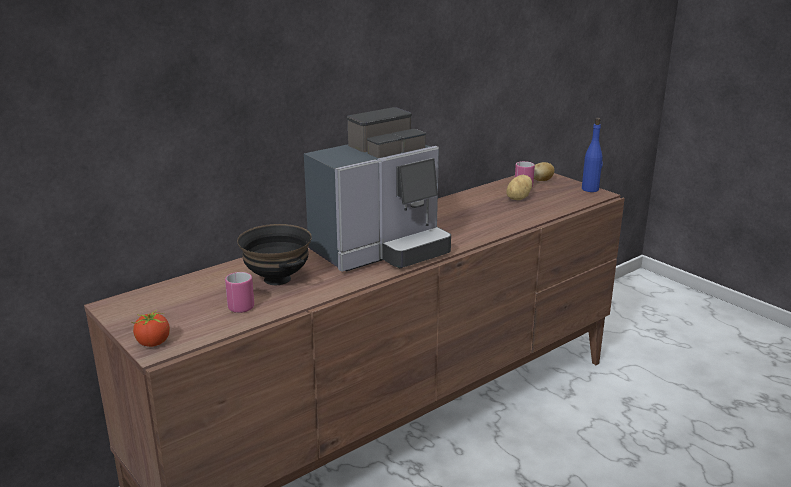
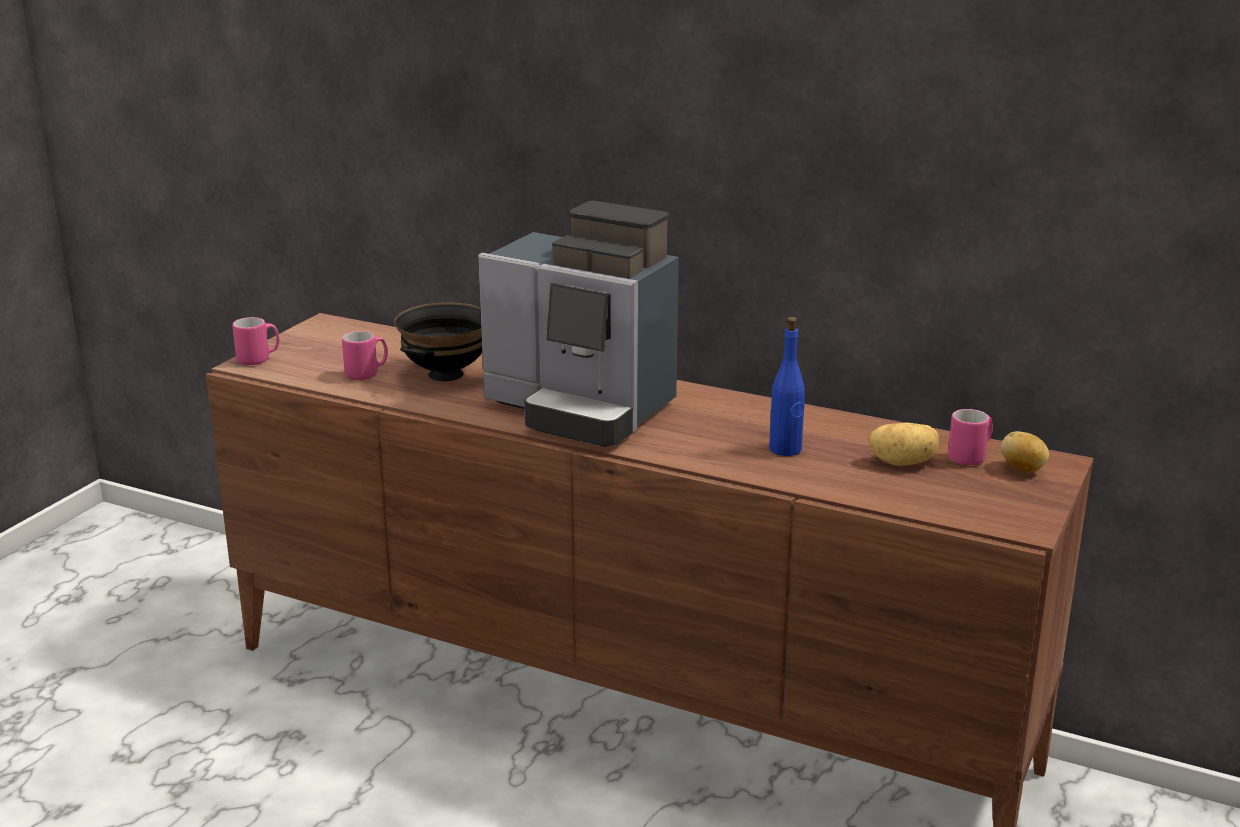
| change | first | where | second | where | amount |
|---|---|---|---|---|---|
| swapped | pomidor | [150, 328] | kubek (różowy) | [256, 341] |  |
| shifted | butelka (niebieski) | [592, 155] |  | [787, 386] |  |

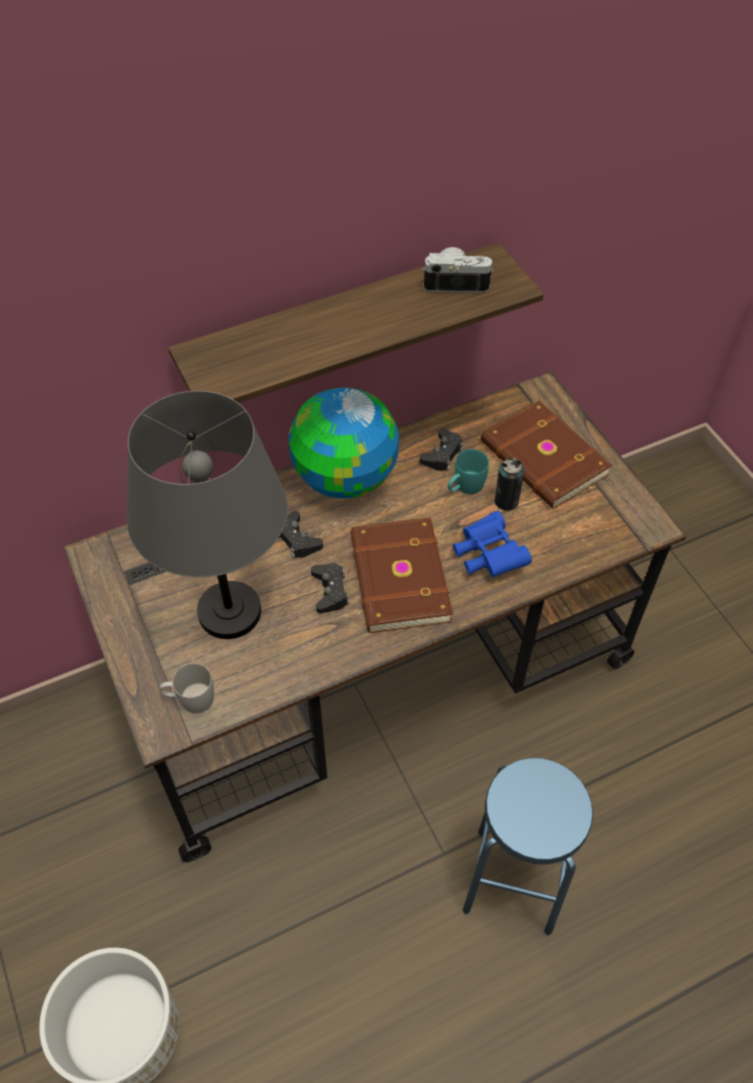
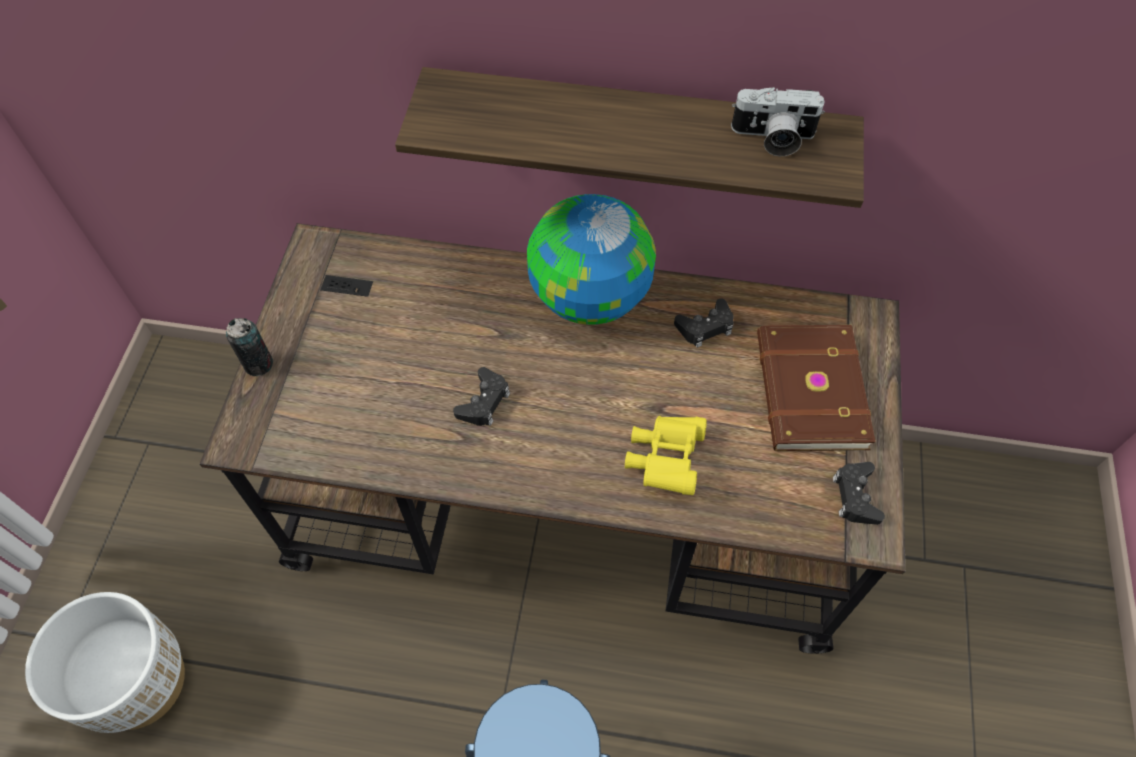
| change | first | where | second | where | amount |
|---|---|---|---|---|---|
| gone | lampa stołowa (szary) | [207, 515] |  |  |  |
| gone | kubek (biały) | [187, 688] |  |  |  |
| shifted | pad do gier (czarny) | [300, 535] |  | [859, 493] |  |
| gone | książka (brązowy) | [402, 575] |  |  |  |
| rotated | aparat fotograficzny | [458, 270] |  | [778, 121] | 150 degrees clockwise |
| gone | kubek (turkusowy) | [468, 471] |  |  |  |
| repainted | lornetka (niebieski) | [492, 544] | lornetka (żółty) | [666, 455] |  |
| shifted | puszka | [509, 484] |  | [249, 347] |  |

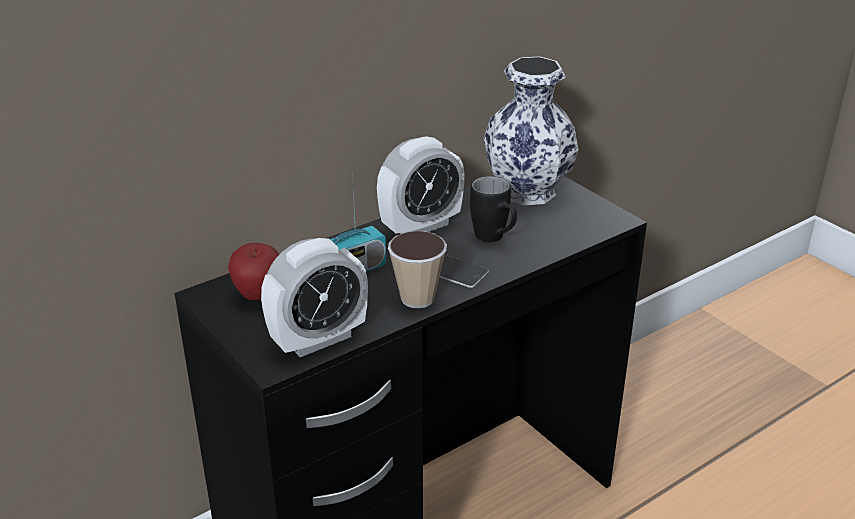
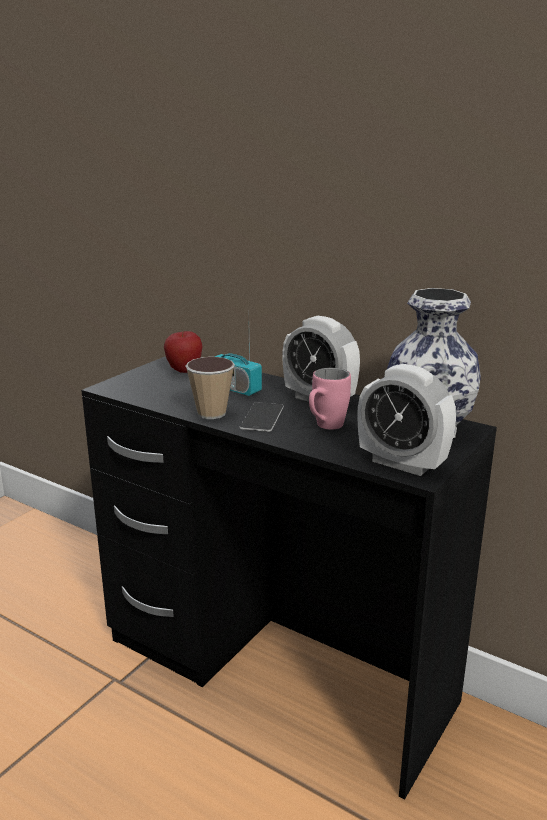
| change | first | where | second | where | amount |
|---|---|---|---|---|---|
| shifted | budzik | [314, 297] |  | [406, 420] |  |
| repainted | kubek (czarny) | [493, 209] | kubek (różowy) | [330, 399] |  |

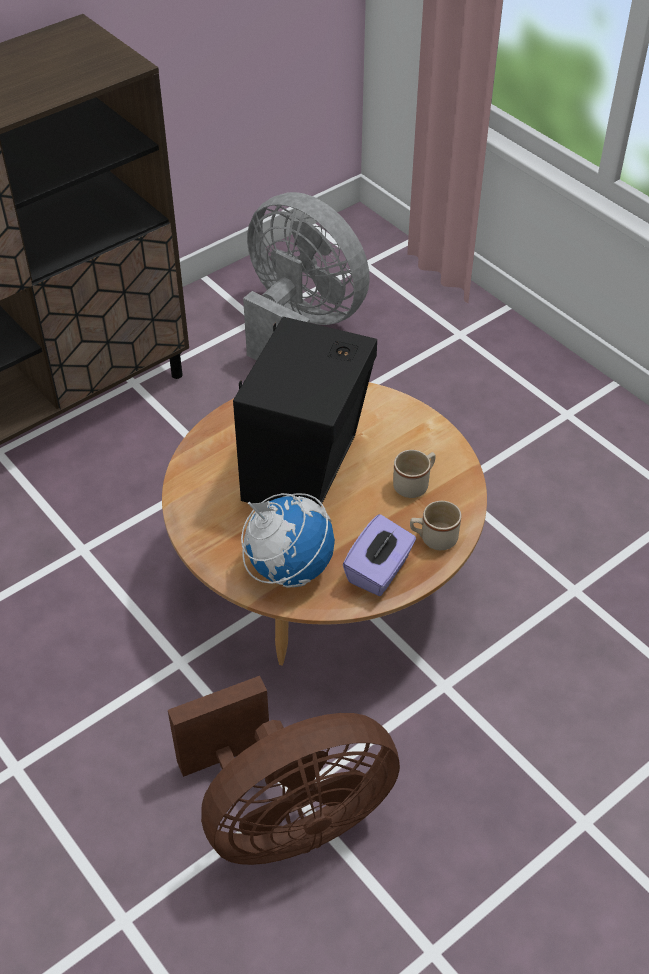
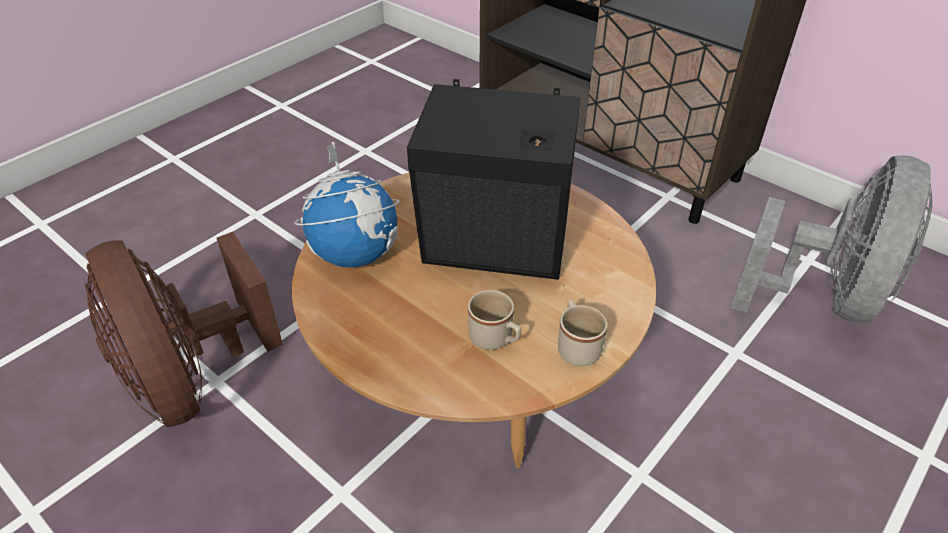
| change | first | where | second | where | amount |
|---|---|---|---|---|---|
| gone | pudełko chusteczek (fioletowy) | [379, 555] |  |  |  |
| shifted | kubek (beżowy) | [436, 525] |  | [582, 333] |  |

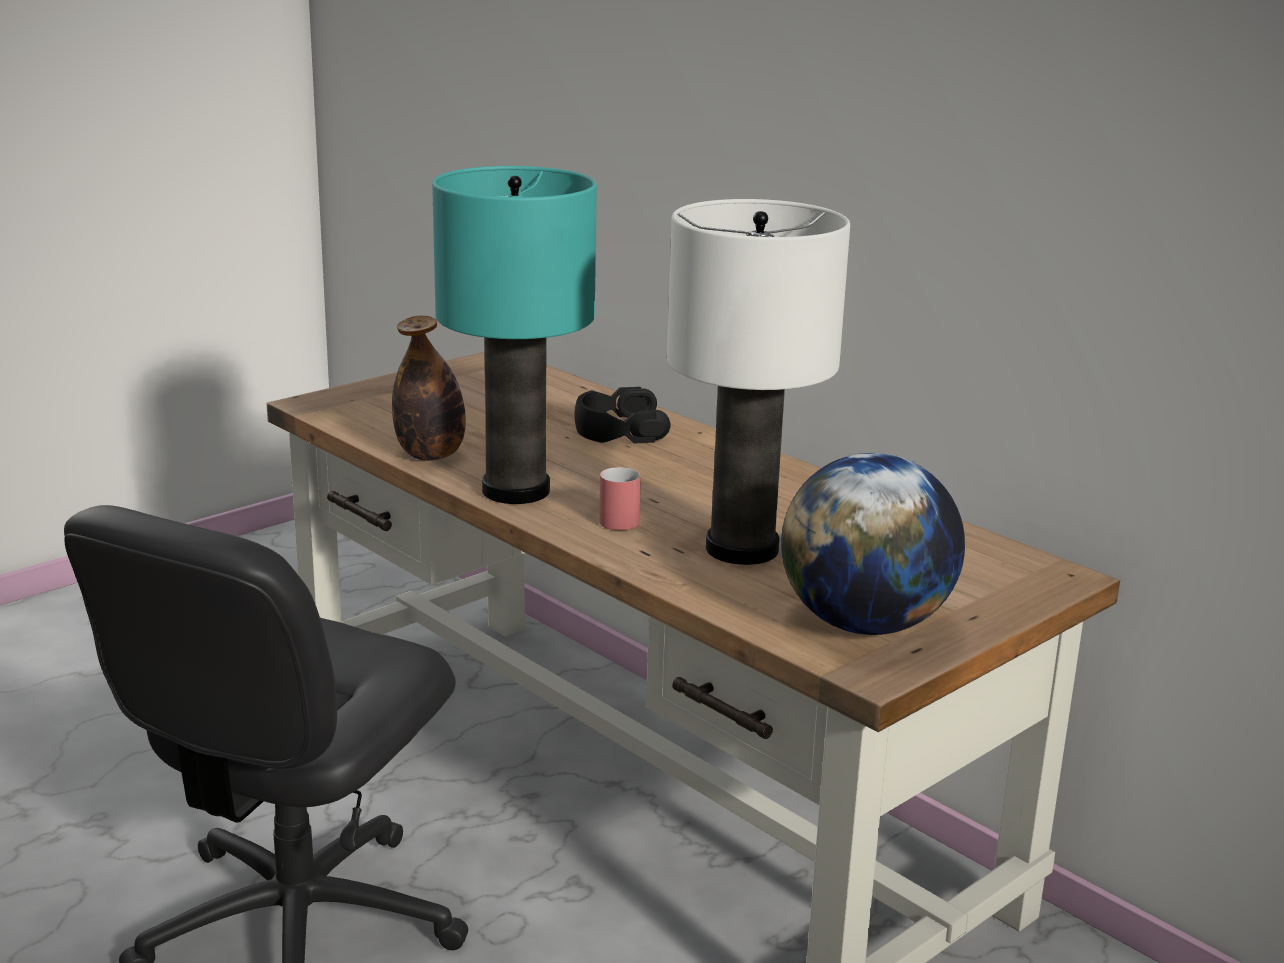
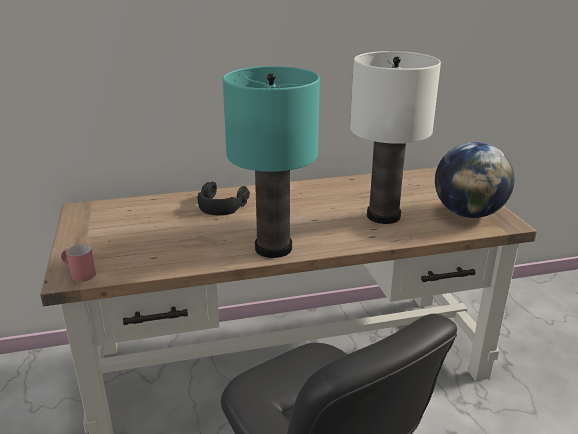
| change | first | where | second | where | amount |
|---|---|---|---|---|---|
| gone | butelka | [429, 388] |  |  |  |
| shifted | kubek (czerwony) | [620, 498] |  | [78, 263] |  |

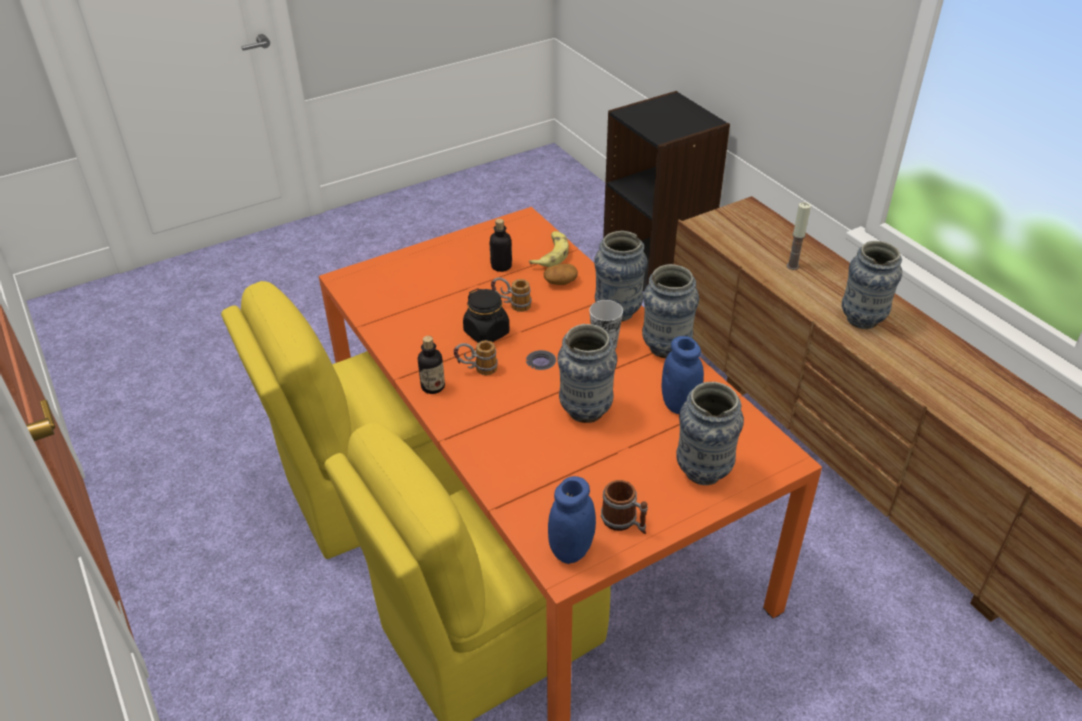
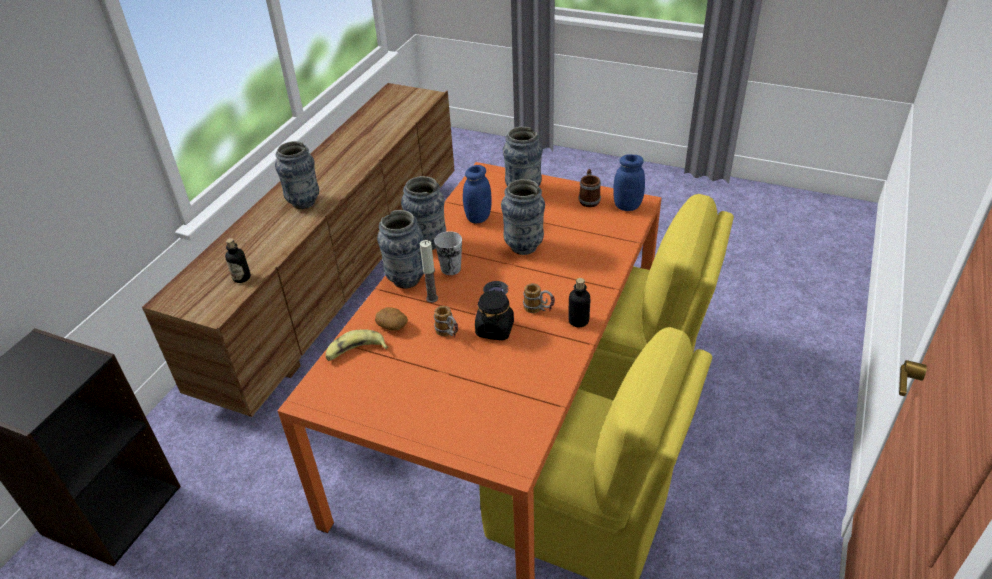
| change | first | where | second | where | amount |
|---|---|---|---|---|---|
| shifted | butelka | [500, 245] |  | [238, 260] |  |
| shifted | świeca | [799, 236] |  | [429, 271] |  |

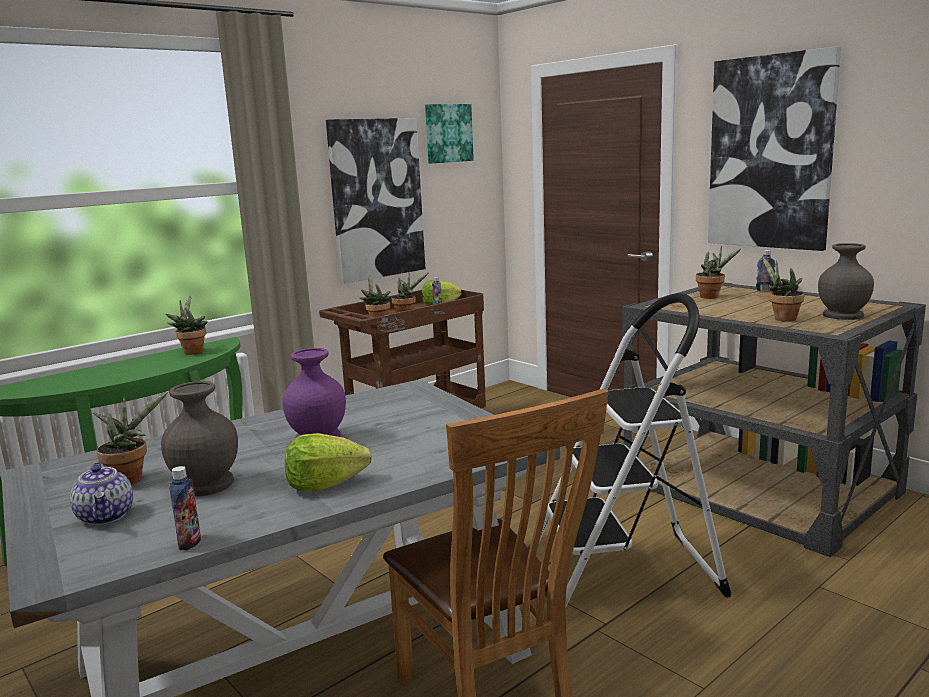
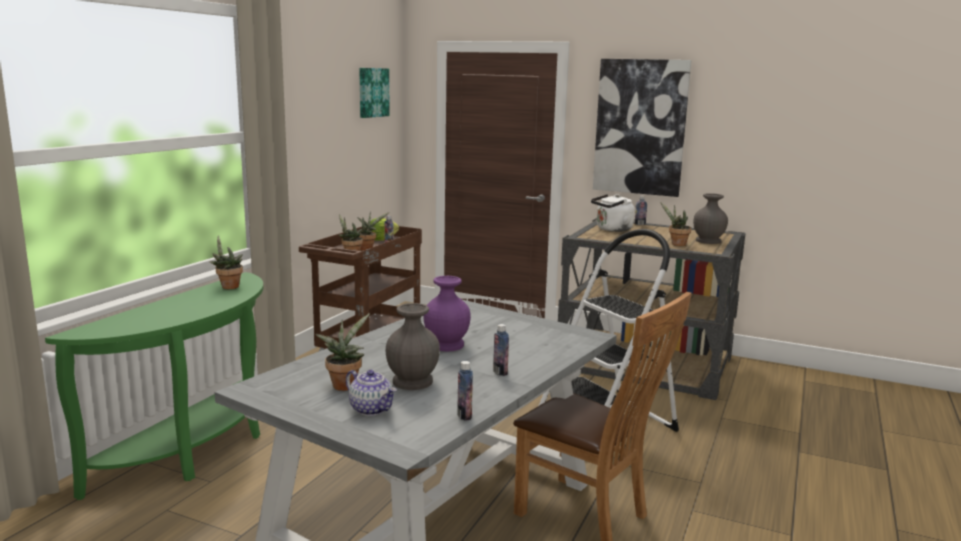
| change | first | where | second | where | amount |
|---|---|---|---|---|---|
| swapped | sałata | [328, 462] | butelka | [501, 350] |  |
| gone | obraz | [375, 201] |  |  |  |
| swapped | roślina doniczkowa | [718, 272] | czajnik (biały) | [612, 213] |  |

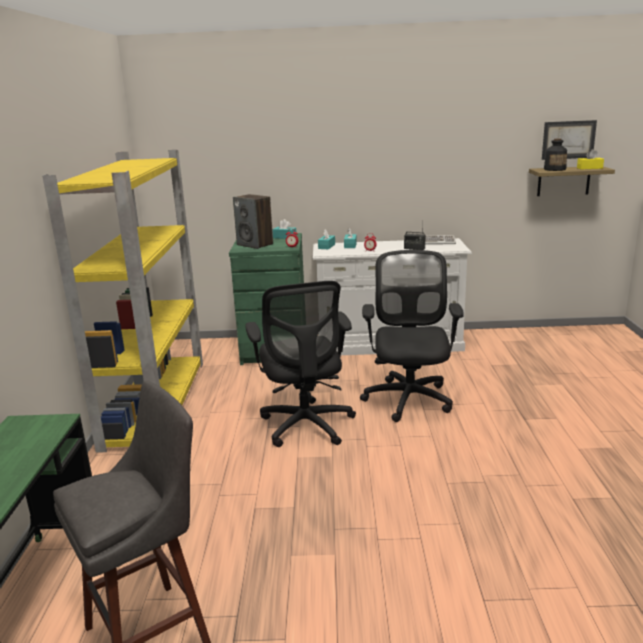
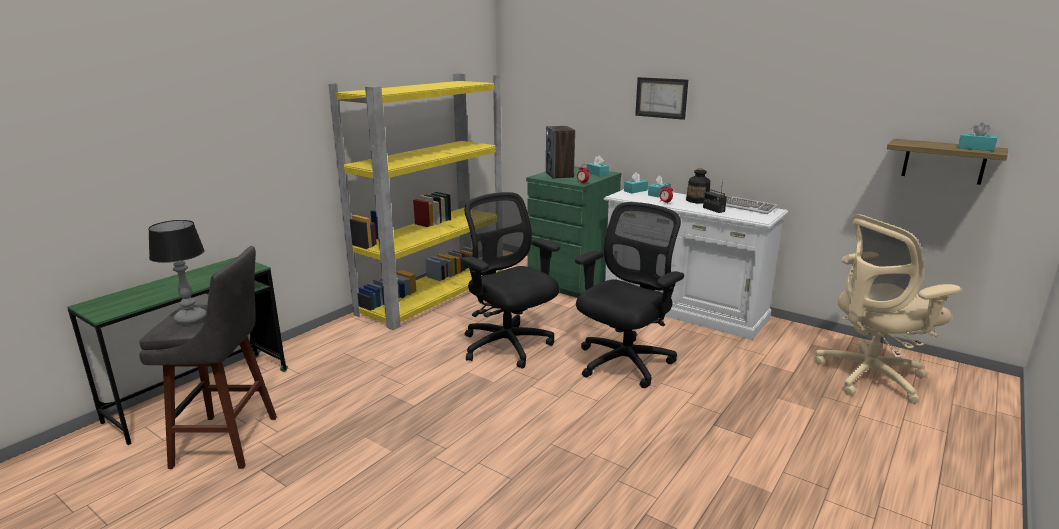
| change | first | where | second | where | amount |
|---|---|---|---|---|---|
| rotated | krzesło biurowe (czarny) | [301, 364] |  | [510, 280] | 120 degrees clockwise |
| shifted | obraz | [569, 140] |  | [661, 98] |  |
| shifted | butelka | [555, 155] |  | [698, 186] |  |
| repainted | pudełko chusteczek (żółty) | [590, 159] | pudełko chusteczek (turkusowy) | [978, 137] |  |
| new |  |  | lampa stołowa | [177, 272] |  |
| new |  |  | krzesło biurowe (beżowy) | [887, 309] |  |

